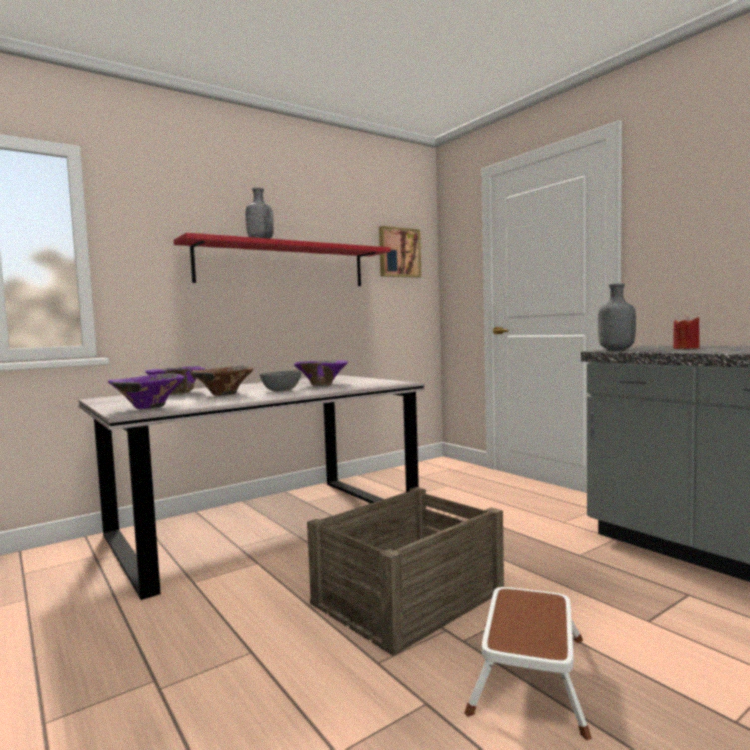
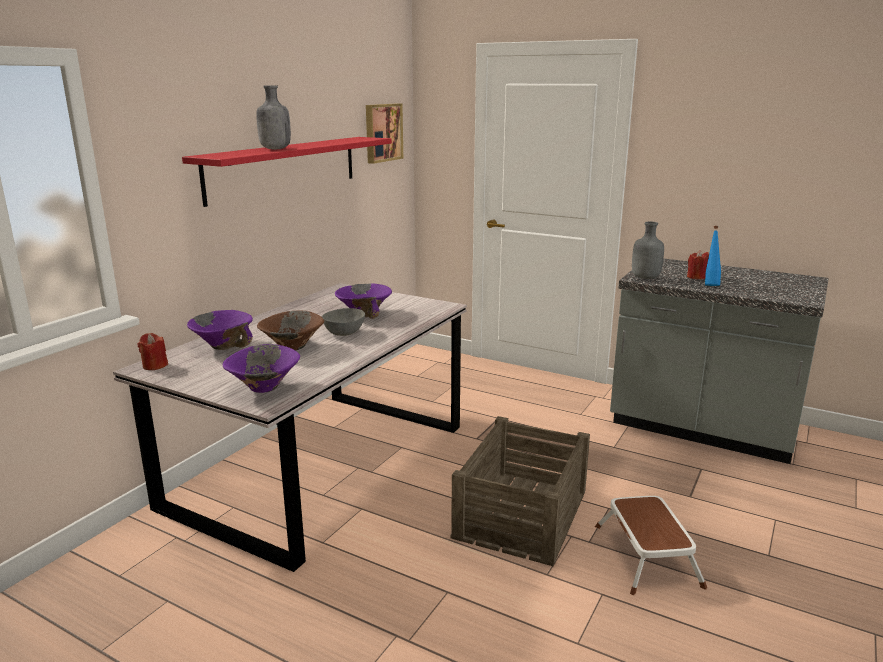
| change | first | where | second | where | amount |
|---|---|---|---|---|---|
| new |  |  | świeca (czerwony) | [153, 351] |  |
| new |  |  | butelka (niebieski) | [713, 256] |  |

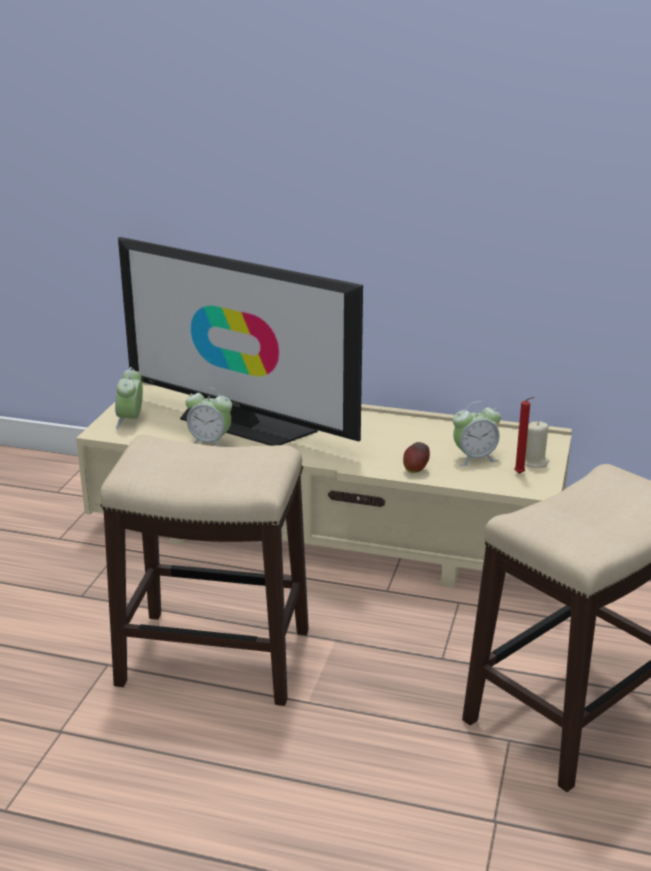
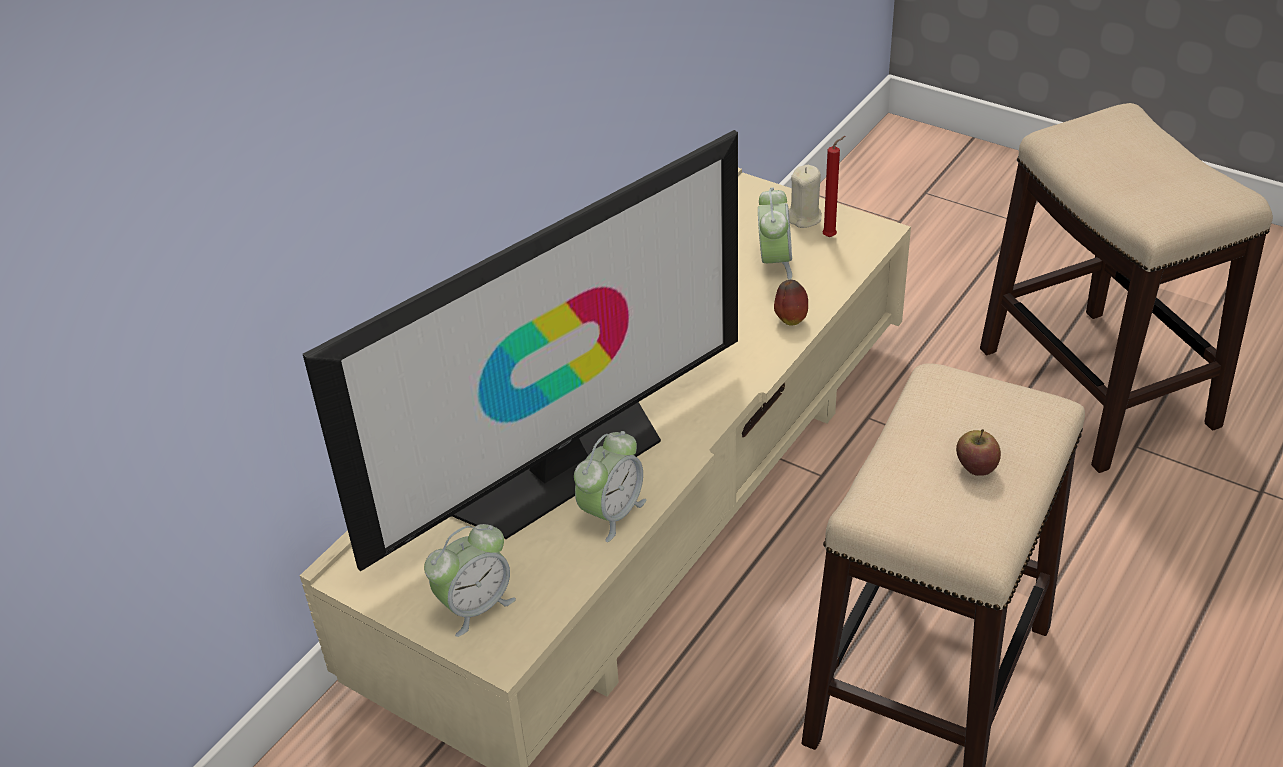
| change | first | where | second | where | amount |
|---|---|---|---|---|---|
| rotated | budzik | [129, 398] |  | [470, 580] | 60 degrees counterclockwise |
| new |  |  | jabłko | [978, 452] |  |

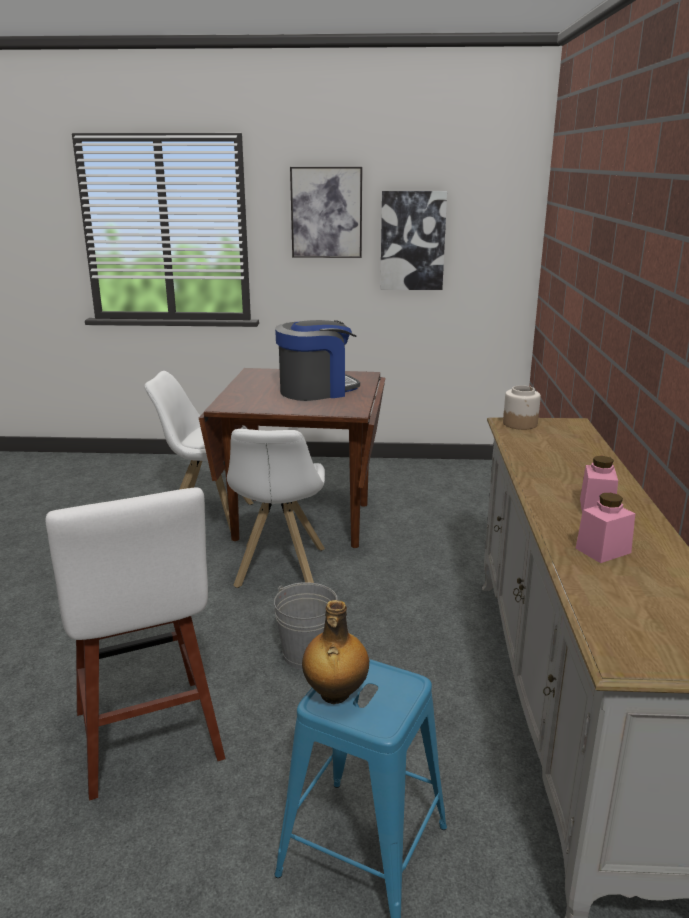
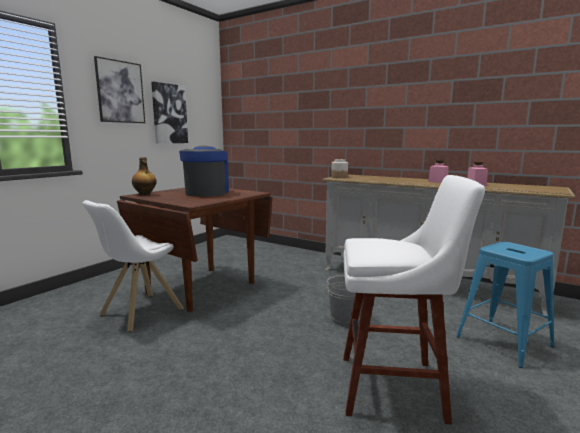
| change | first | where | second | where | amount |
|---|---|---|---|---|---|
| gone | krzesło (biały) | [276, 508] |  |  |  |
| shifted | butelka | [335, 652] |  | [144, 176] |  |

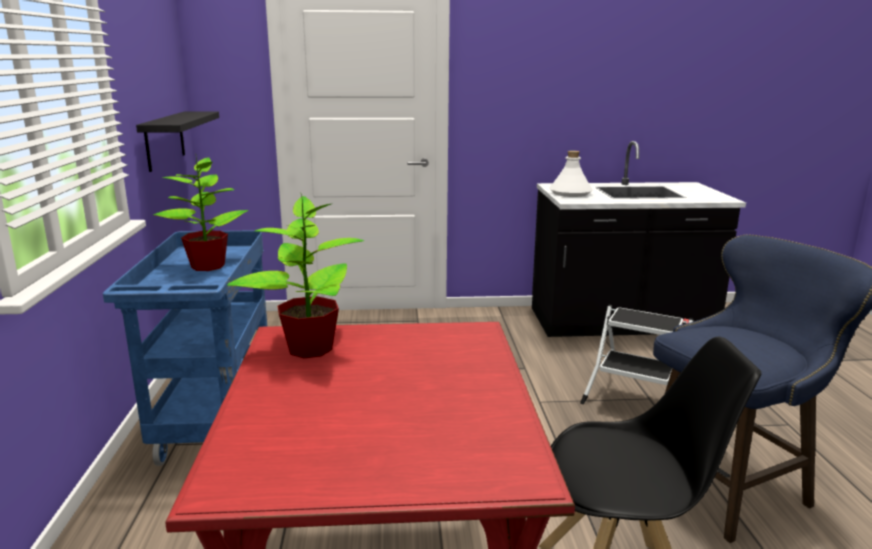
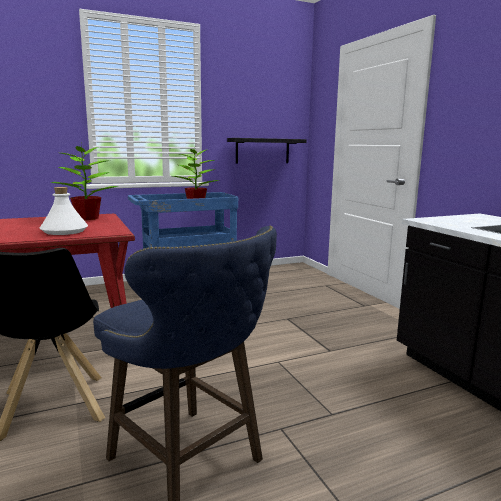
| change | first | where | second | where | amount |
|---|---|---|---|---|---|
| shifted | butelka (biały) | [571, 174] |  | [64, 211] |  |
| gone | drabinka | [636, 354] |  |  |  |

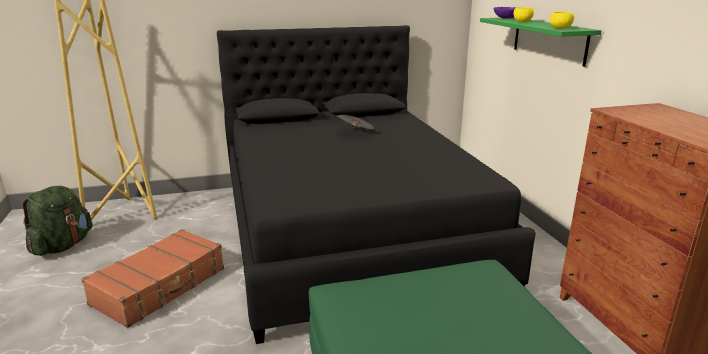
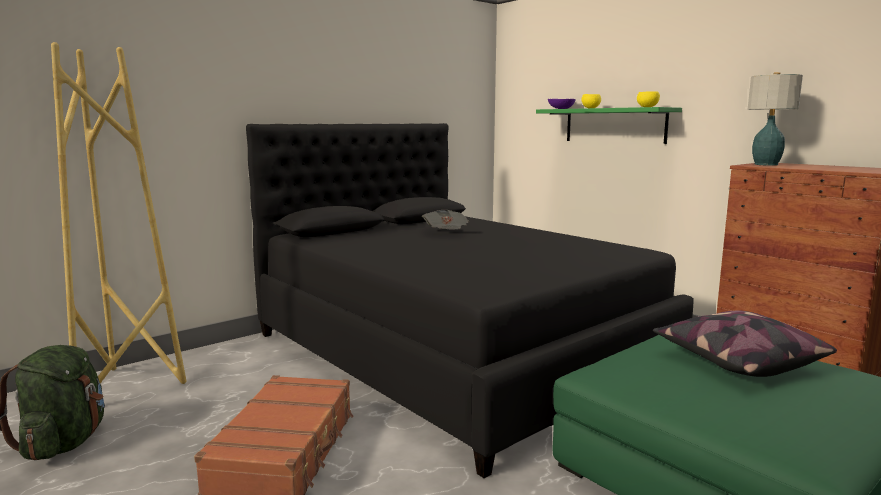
| change | first | where | second | where | amount |
|---|---|---|---|---|---|
| new |  |  | poduszka | [745, 344] |  |
| new |  |  | lampa stołowa | [775, 119] |  |

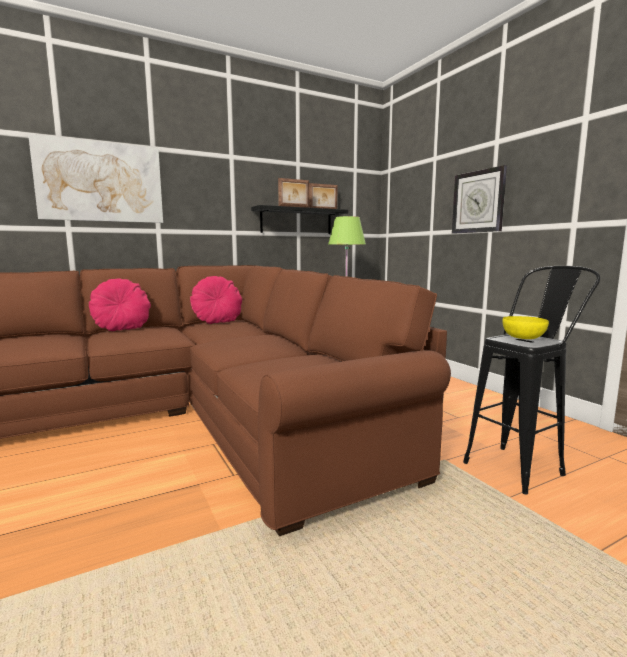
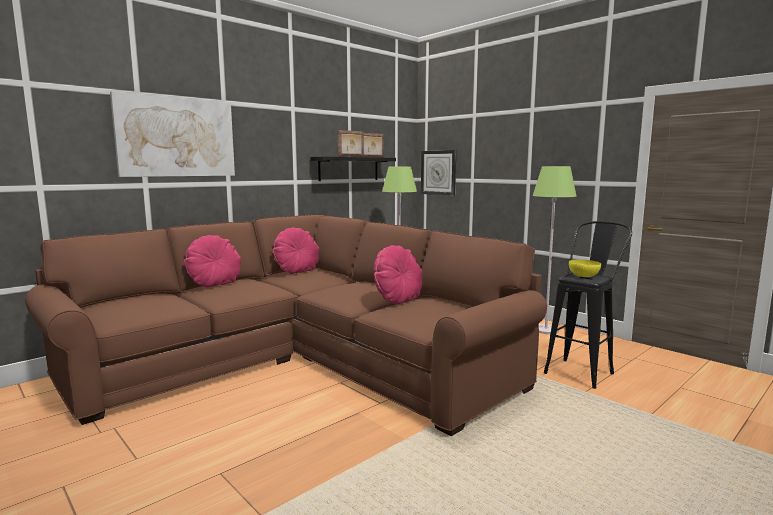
| change | first | where | second | where | amount |
|---|---|---|---|---|---|
| shifted | zegar ścienny | [479, 199] |  | [438, 173] |  |
| new |  |  | poduszka (różowy) | [398, 275] |  |
| new |  |  | lampa stojąca (zielony) | [555, 250] |  |

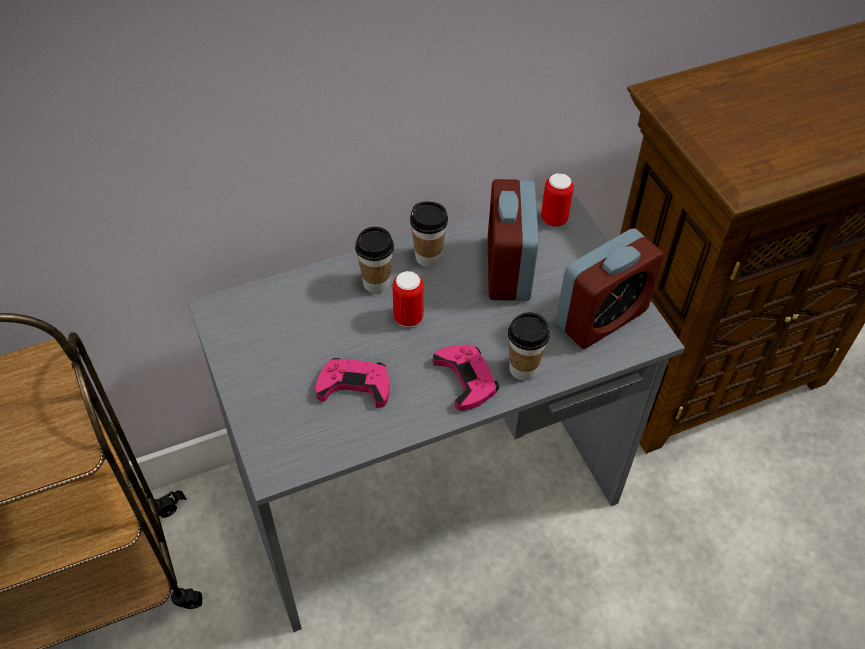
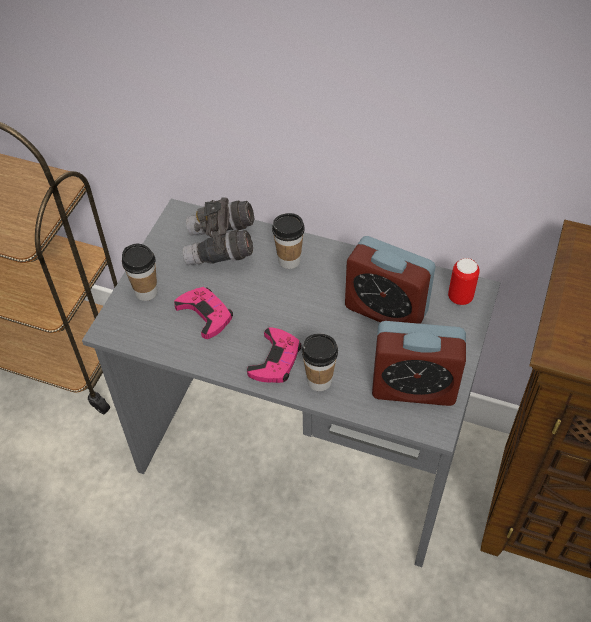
| change | first | where | second | where | amount |
|---|---|---|---|---|---|
| gone | puszka | [408, 299] |  |  |  |
| shifted | filiżanka | [429, 234] |  | [140, 272] |  |
| rotated | budzik | [513, 240] |  | [390, 280] | 105 degrees counterclockwise |
| new |  |  | lornetka (szary) | [218, 232] |  |

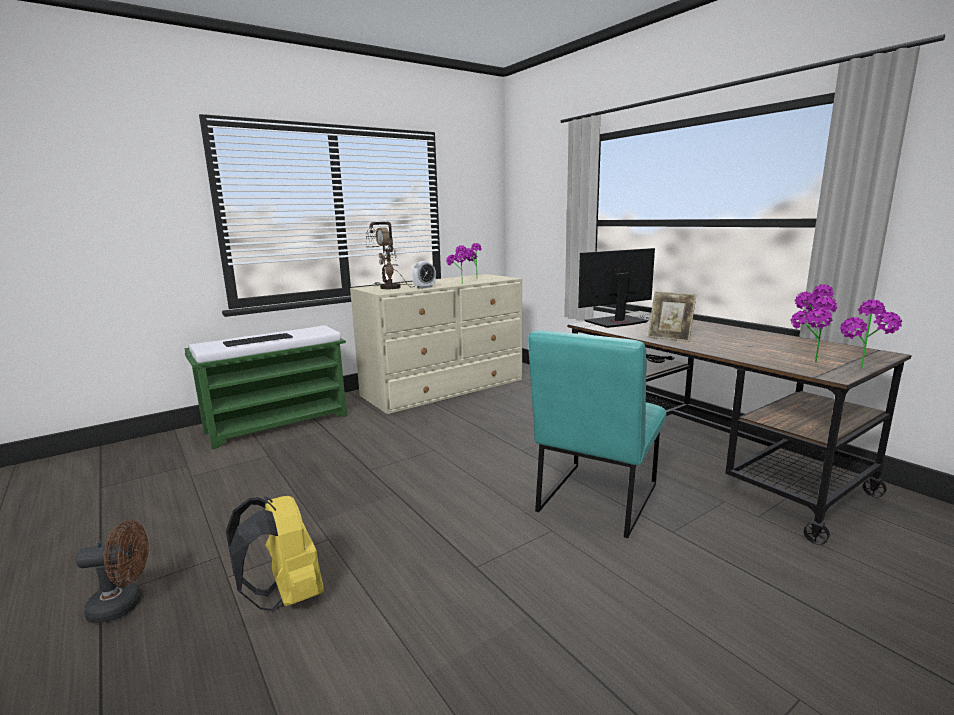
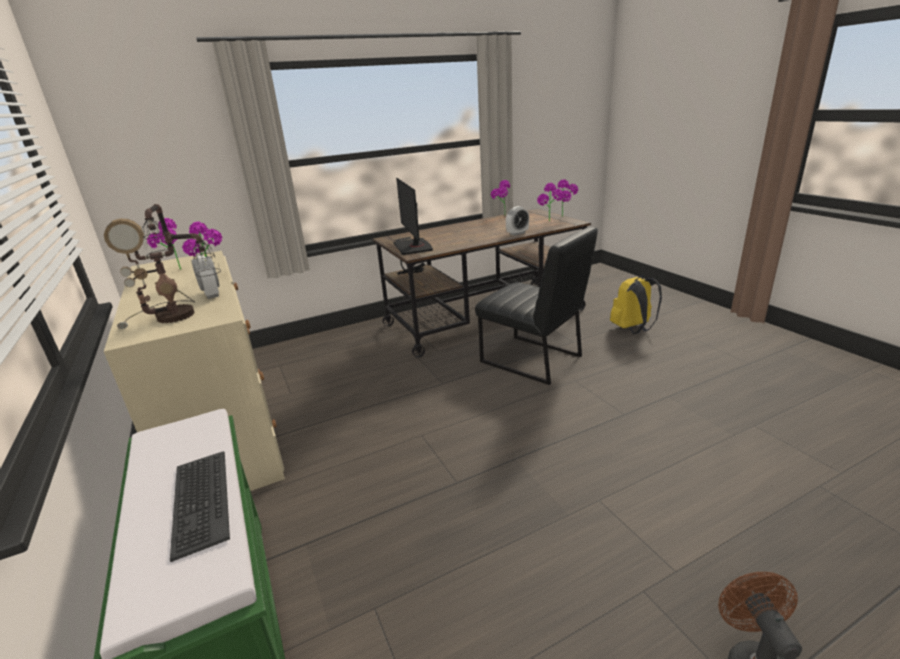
| change | first | where | second | where | amount |
|---|---|---|---|---|---|
| shifted | plecak (żółty) | [275, 553] |  | [636, 305] |  |
| repainted | krzesło (turkusowy) | [597, 434] | krzesło (czarny) | [536, 306] |  |
| gone | ramka na zdjęcie | [672, 316] |  |  |  |
| new |  |  | budzik | [517, 221] |  |

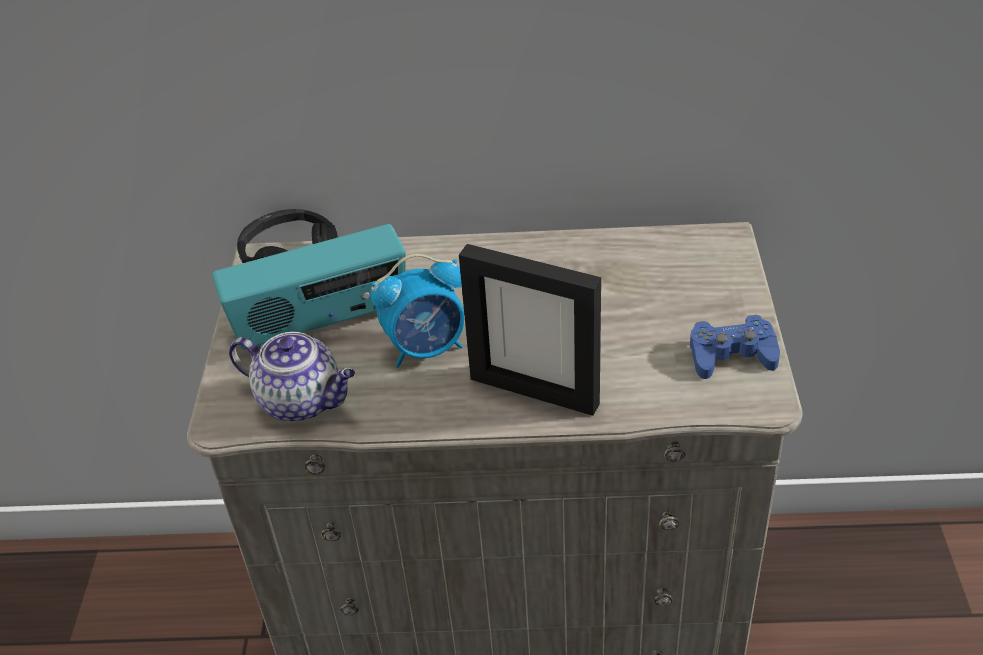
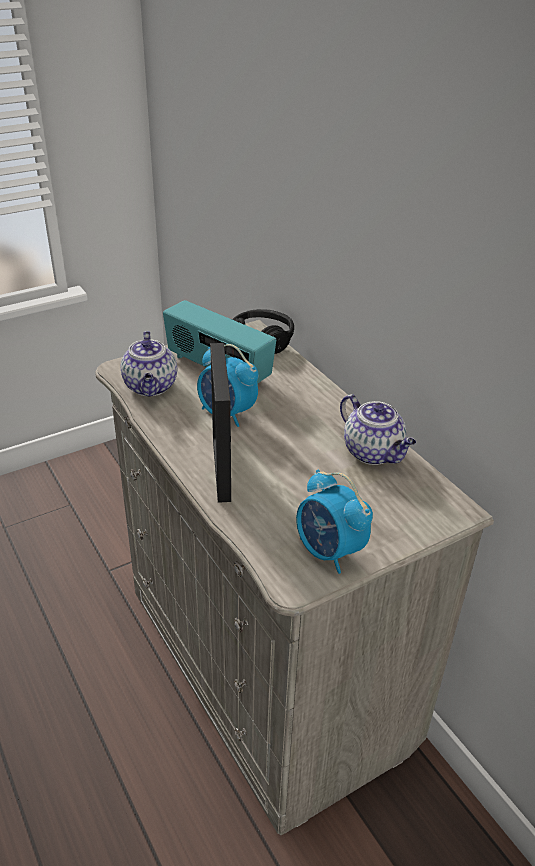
| change | first | where | second | where | amount |
|---|---|---|---|---|---|
| swapped | pad do gier (niebieski) | [735, 347] | budzik | [334, 522] |  |
| new |  |  | imbryk | [378, 429] |  |

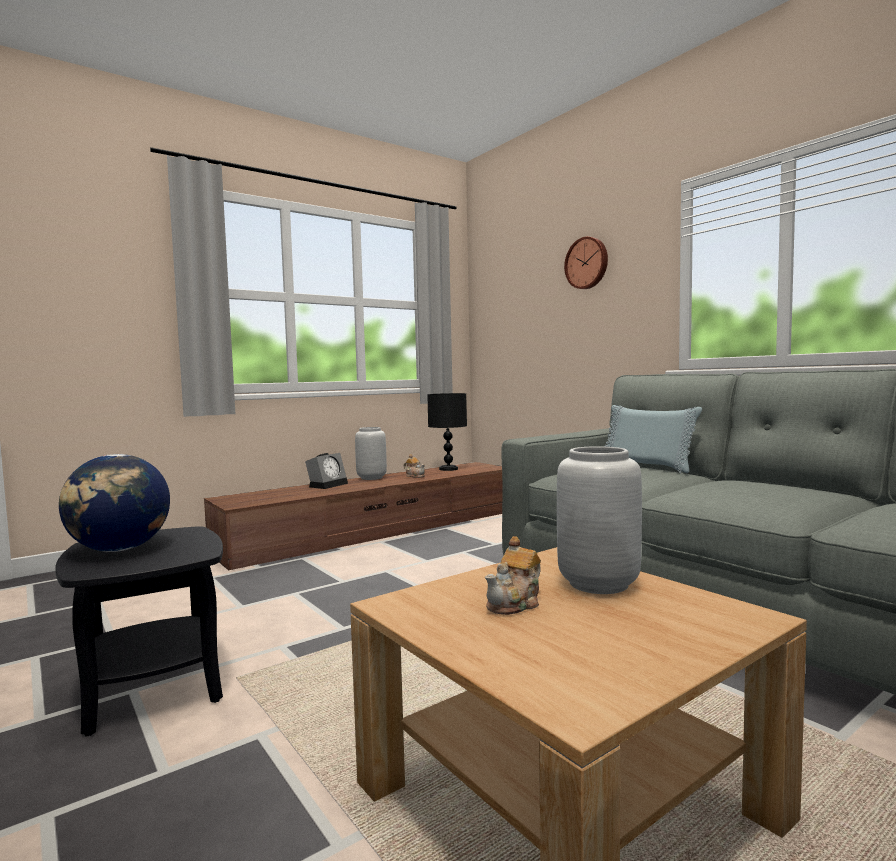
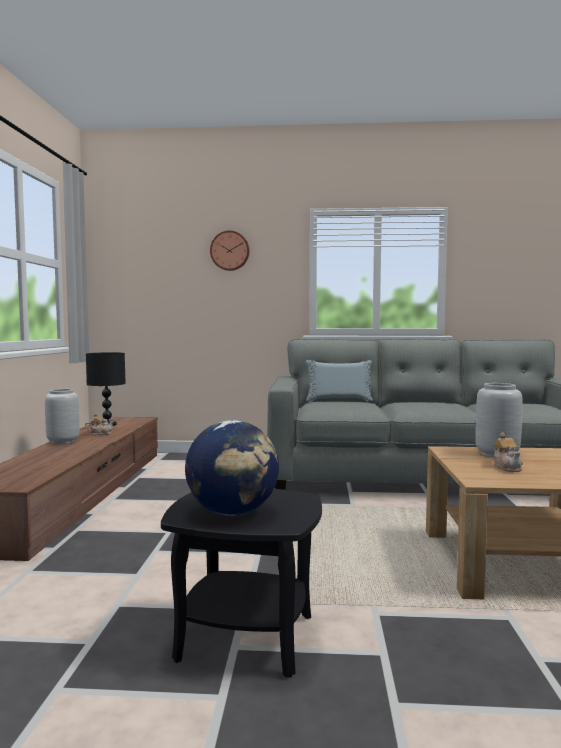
| change | first | where | second | where | amount |
|---|---|---|---|---|---|
| gone | budzik | [326, 471] |  |  |  |

